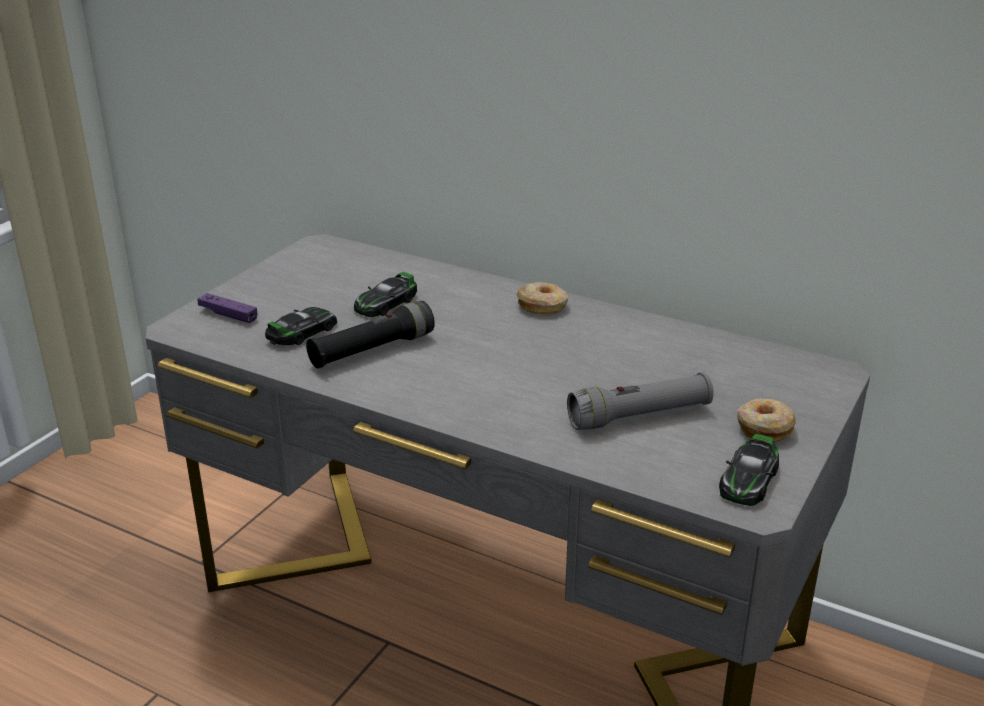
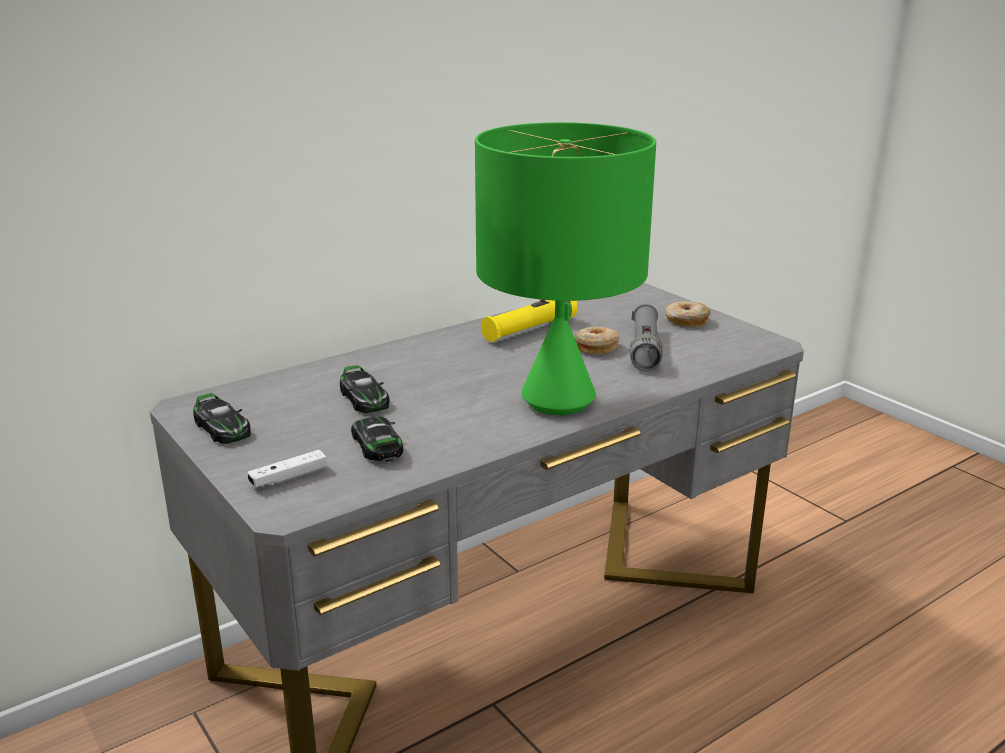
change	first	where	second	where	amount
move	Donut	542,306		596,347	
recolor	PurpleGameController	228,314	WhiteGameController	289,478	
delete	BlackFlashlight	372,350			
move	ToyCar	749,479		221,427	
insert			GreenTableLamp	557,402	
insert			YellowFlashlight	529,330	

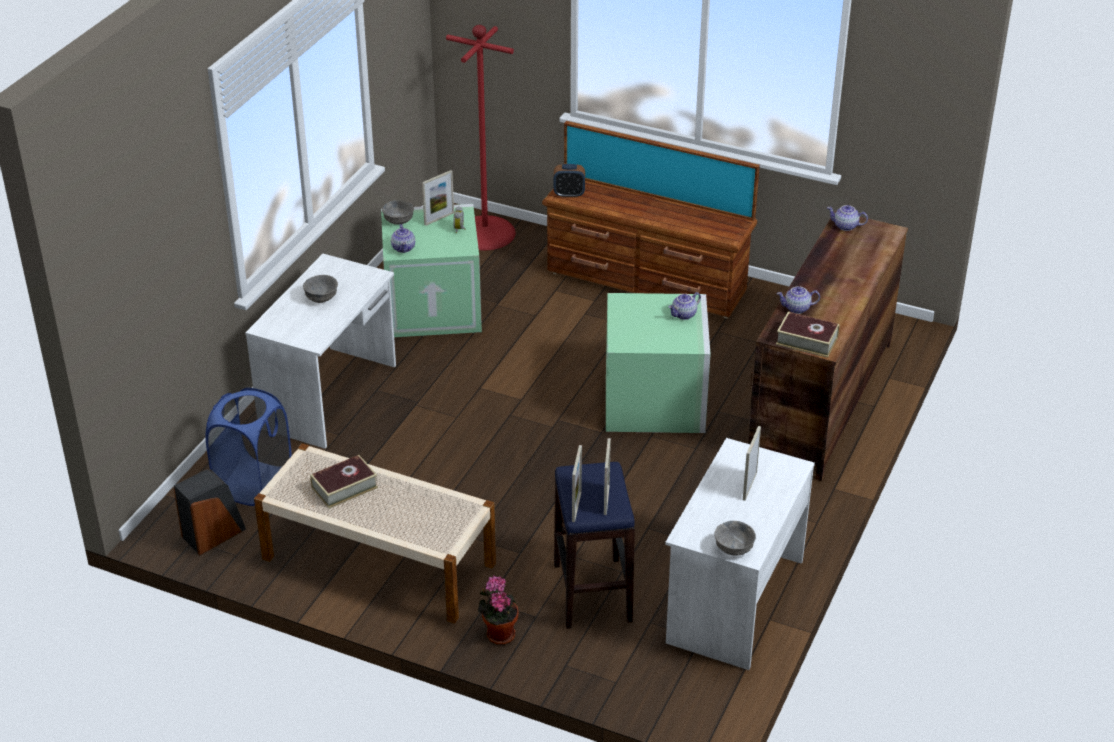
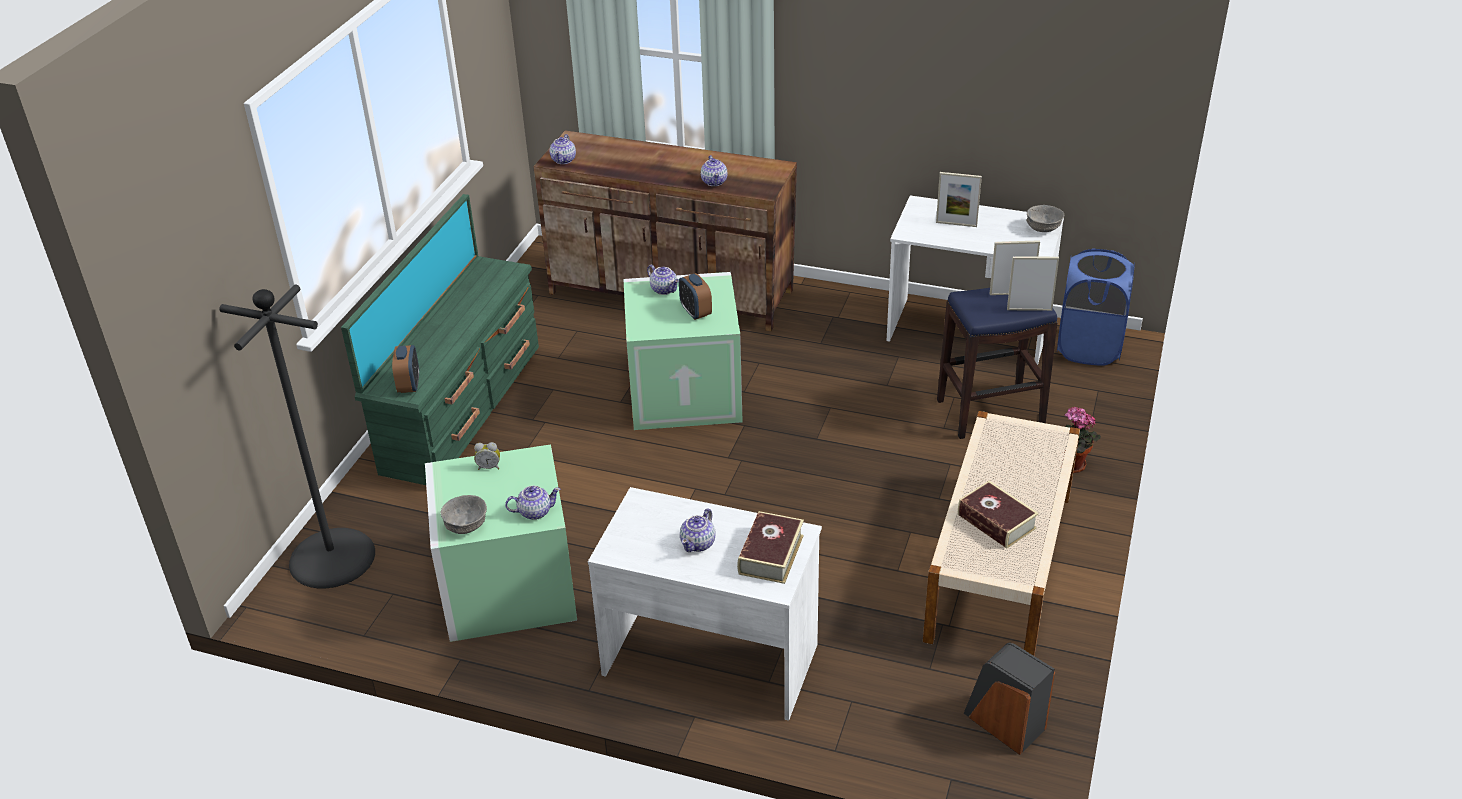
change	first	where	second	where	amount
recolor	RedClothesRack	485,233	BlackClothesRack	332,558	
recolor	BrownDresser	646,284	GreenDresser	465,411	
delete	PictureFrame	439,219			
replace	GreyBowl	321,298	Teapot	698,543	
move	Book	807,340		771,554	
move	BlueLaundryBasket	254,484		1089,348	
insert			AlarmClock	695,312	

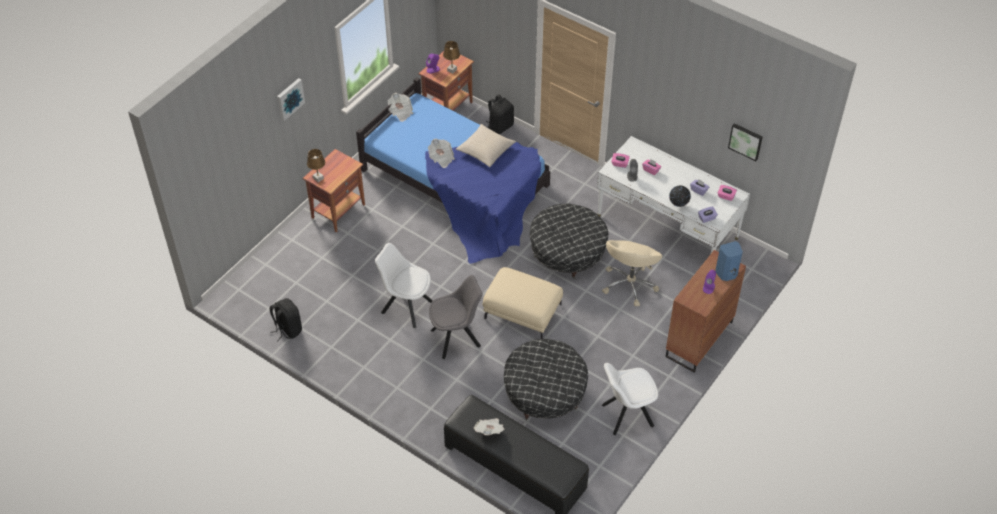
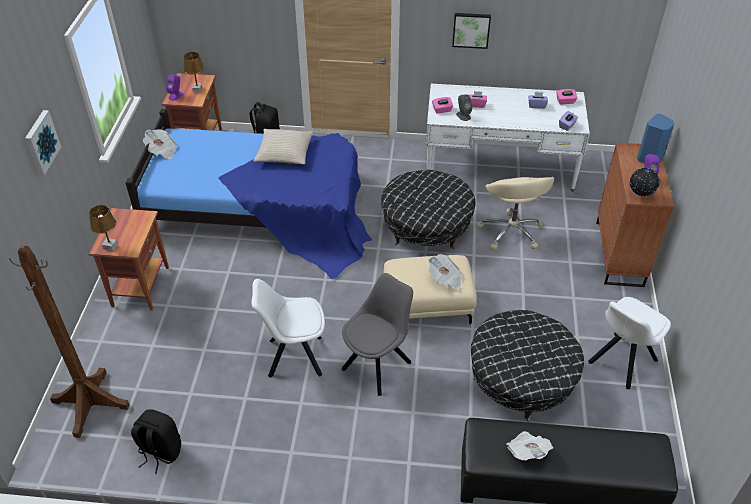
change	first	where	second	where	amount
move	Picture	746,141		471,29	
move	Newspaper	441,158		445,279	
move	Globe	678,205		640,196	
insert			BrownClothesRack	90,403	

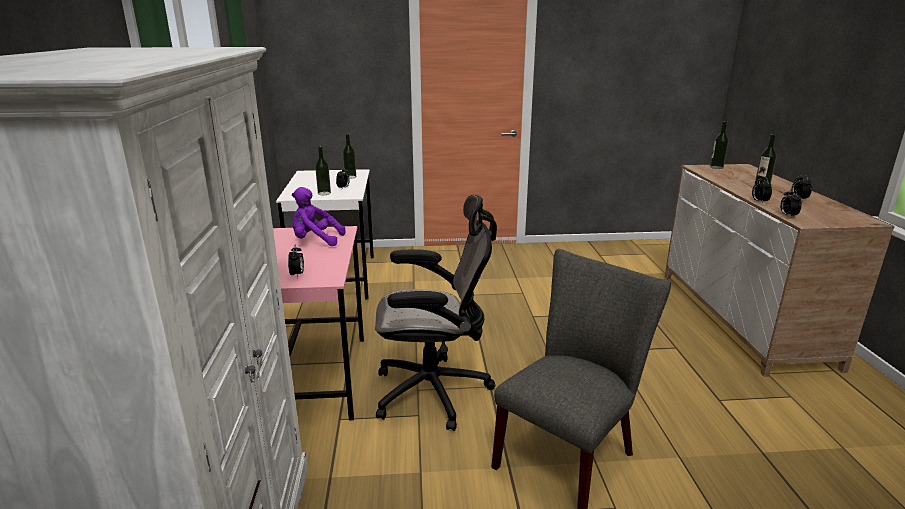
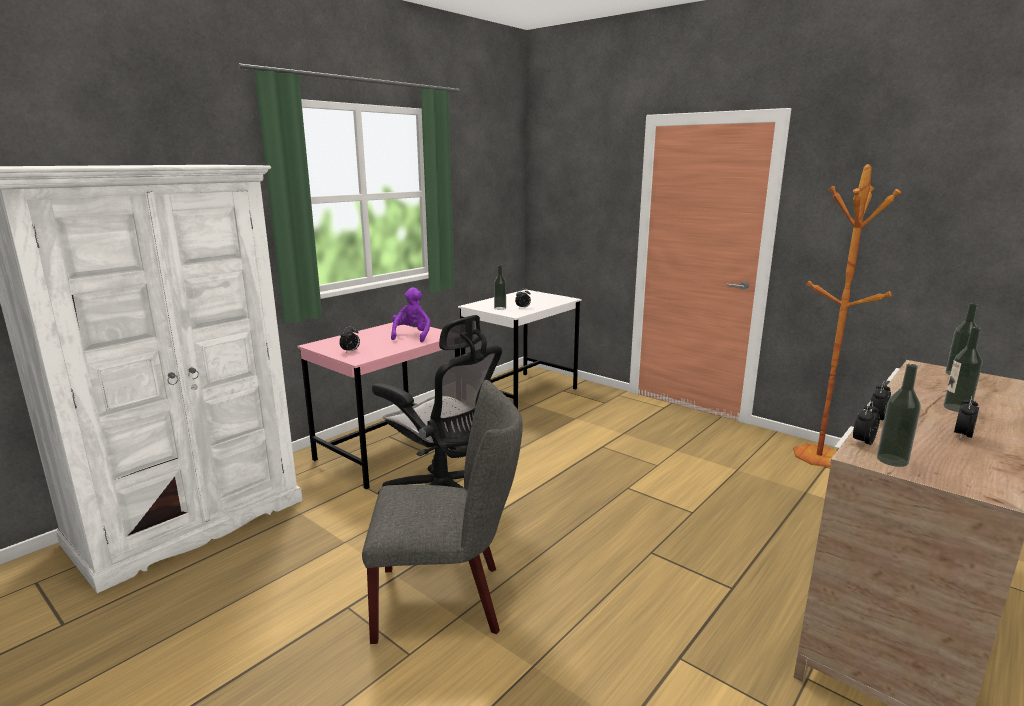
change	first	where	second	where	amount
move	Bottle	350,177		892,460	
rotate	PurplePlushToy	315,241		412,336	45 degrees clockwise
insert			OrangeClothesRack	819,456	

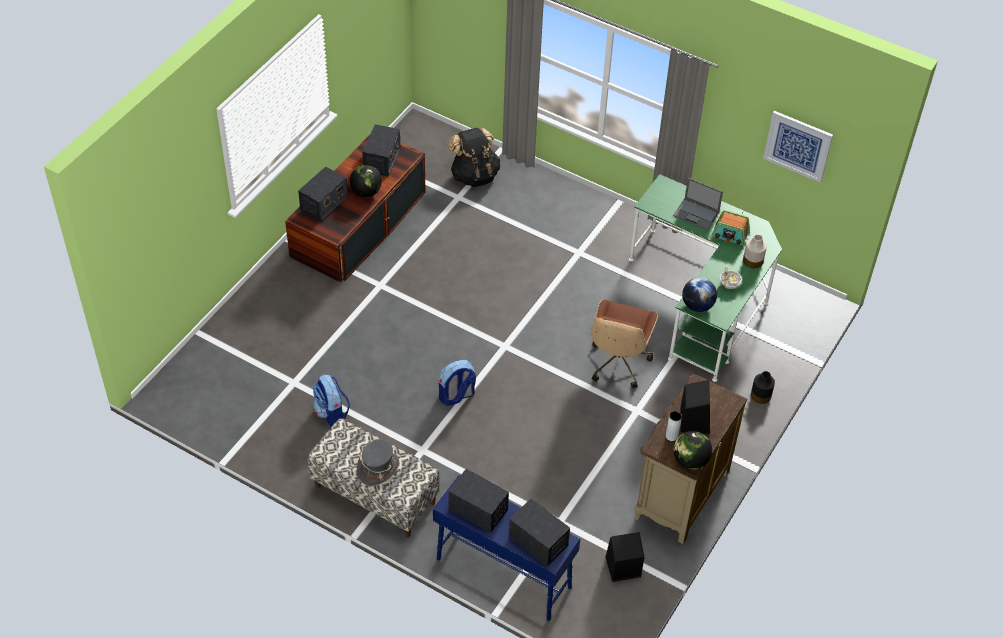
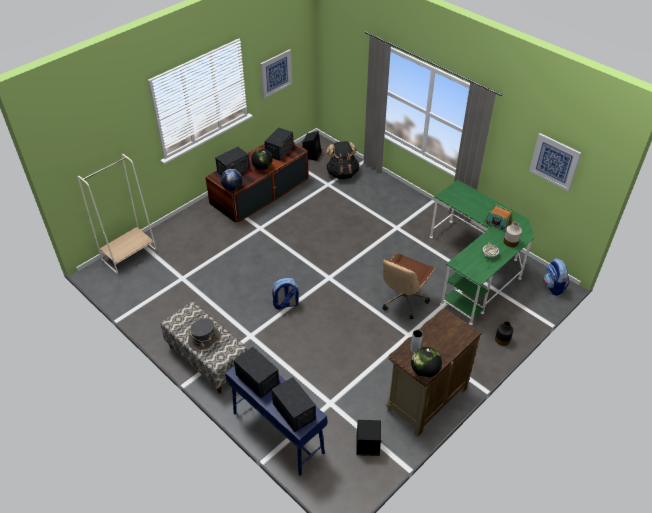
change	first	where	second	where	amount
delete	Laptop	696,214			
move	Globe	697,305		232,188	
move	Backpack	331,413		553,286	
move	BlackSpeaker	694,420		312,154	
insert			Picture	276,73	
insert			ClothesRack	129,255	

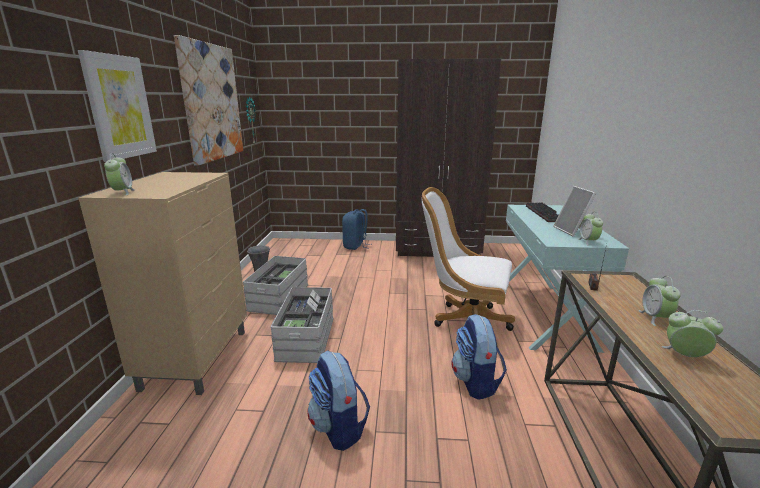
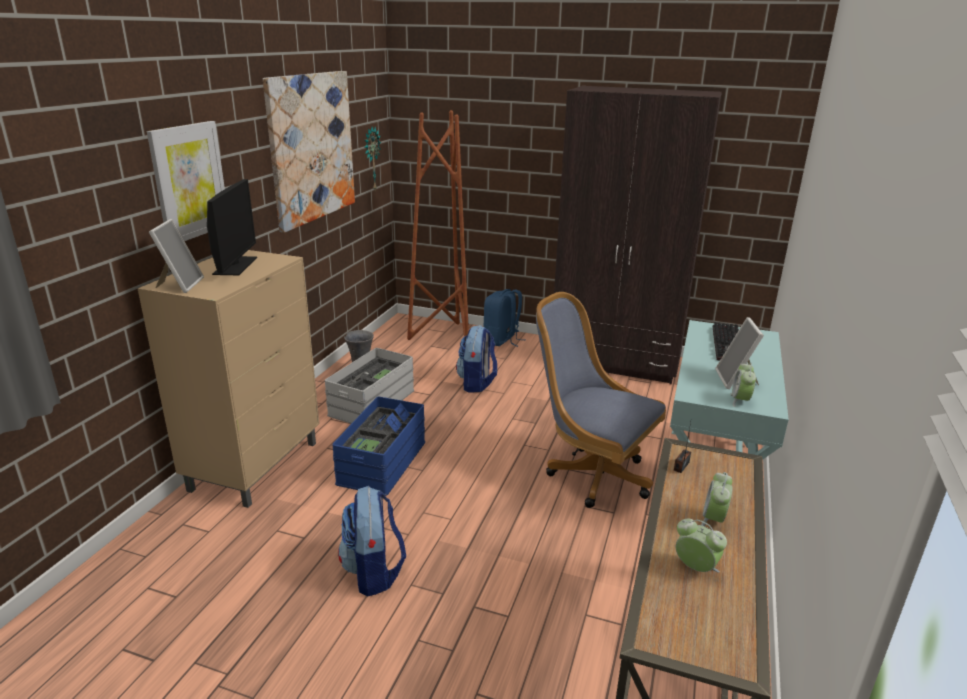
change	first	where	second	where	amount
replace	AlarmClock	122,192	PictureFrame	179,285	
recolor	WhiteOfficeChair	464,320	BlueOfficeChair	591,474	
recolor	GreyStorageBox	305,337	BlueStorageBox	381,461	
move	Backpack	476,382		477,383	
insert			BrownClothesRack	445,337	
insert			Monitor	235,265	

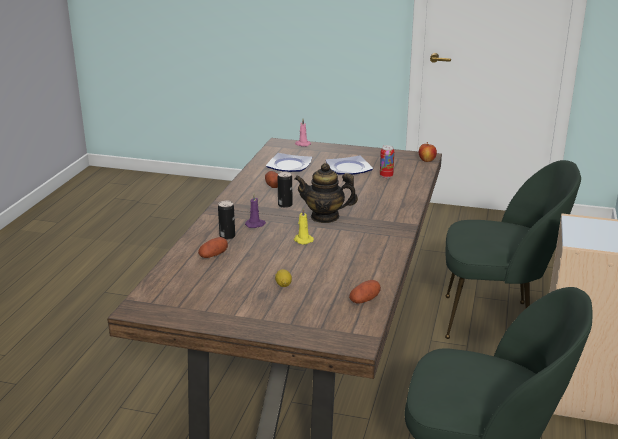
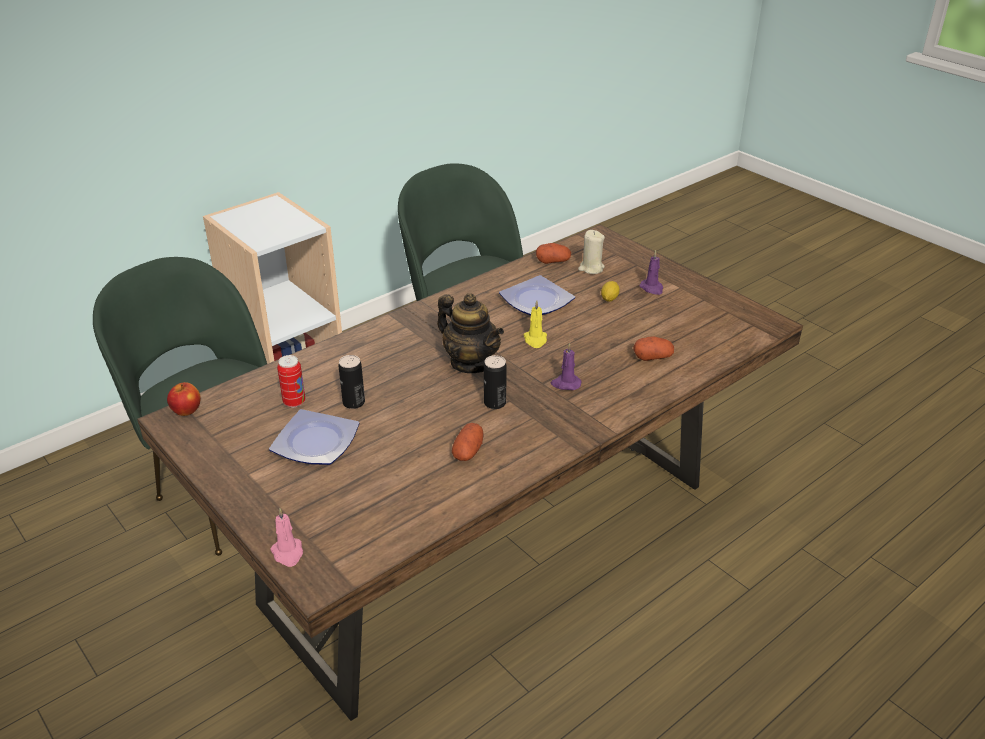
change	first	where	second	where	amount
move	Plate	289,166		536,300	
move	Can	227,236		353,402	
insert			BeigeCandle	591,268	
insert			PurpleCandle	652,288	

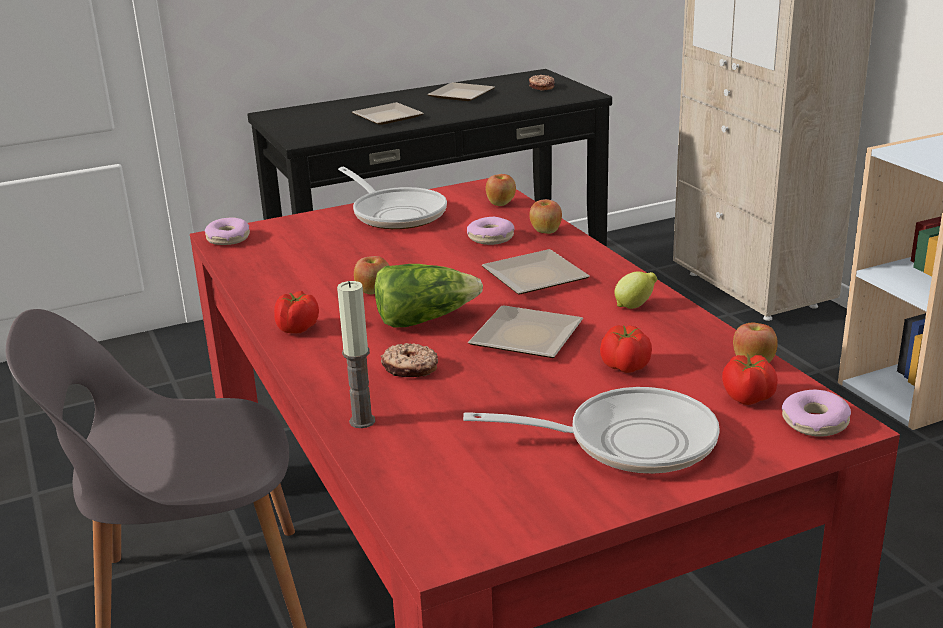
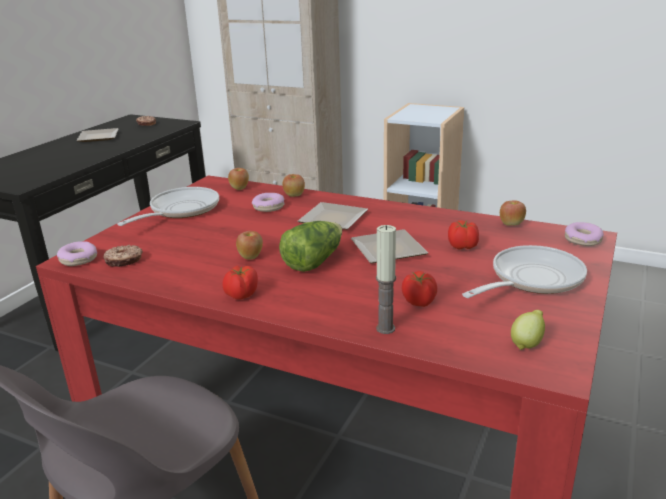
change	first	where	second	where	amount
delete	Plate	390,117			
rotate	FryingPan	396,213		180,210	75 degrees counterclockwise
move	Lemon	635,306		527,343	
move	Donut	410,369		124,261	
move	Tomato	748,398		419,302	

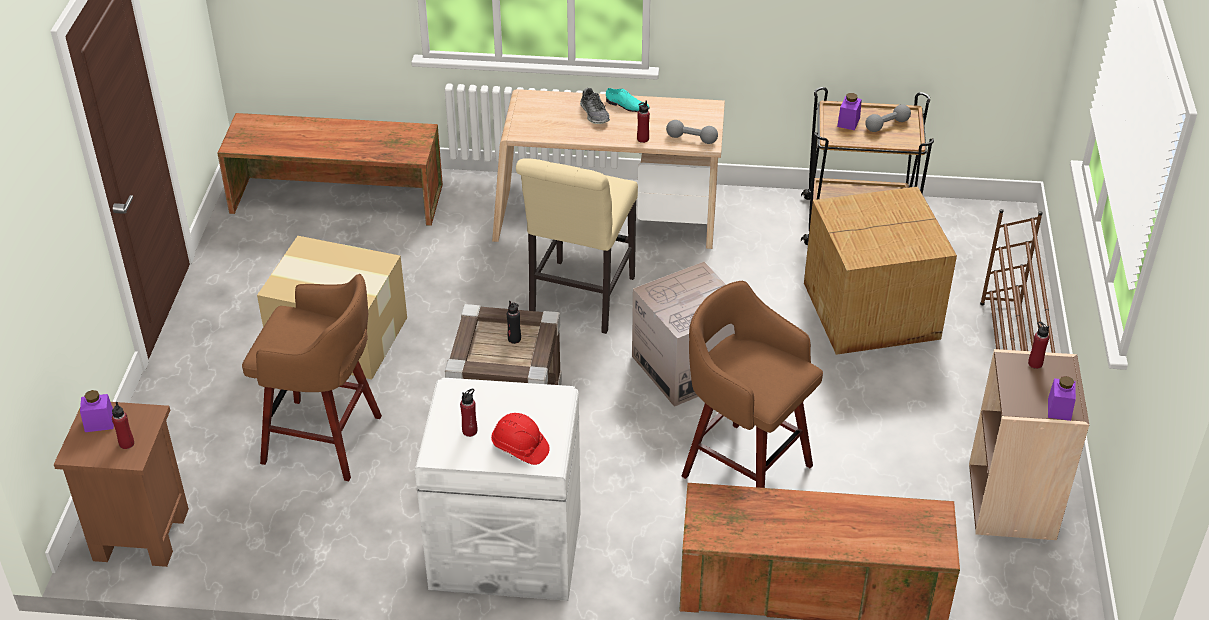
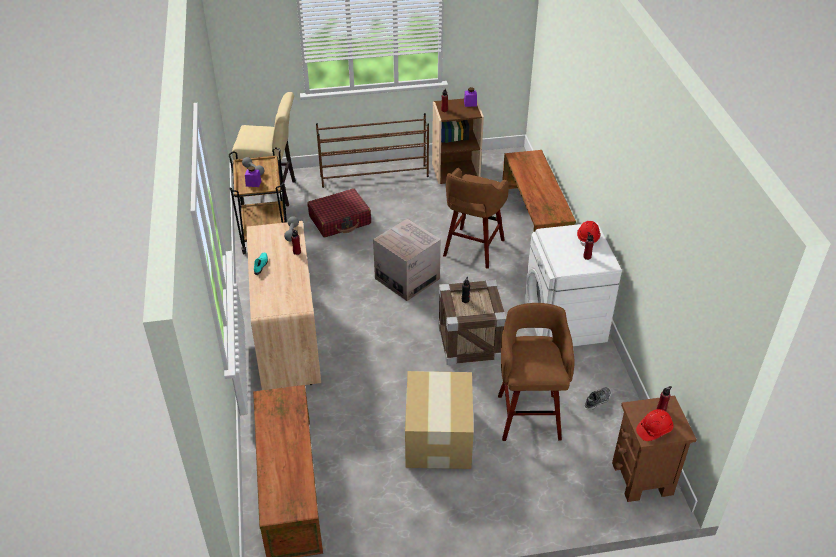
change	first	where	second	where	amount
move	Shoe	595,114		597,401	
move	BeigeStool	578,301		272,193	
replace	CardboardBox	873,311	RedSuitcase	340,220	
replace	PurpleJar	99,422	RedHardHat	654,430	

